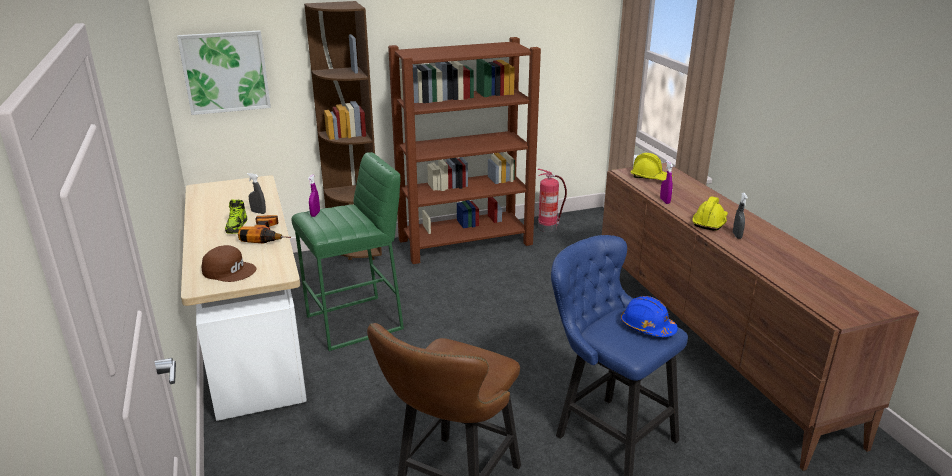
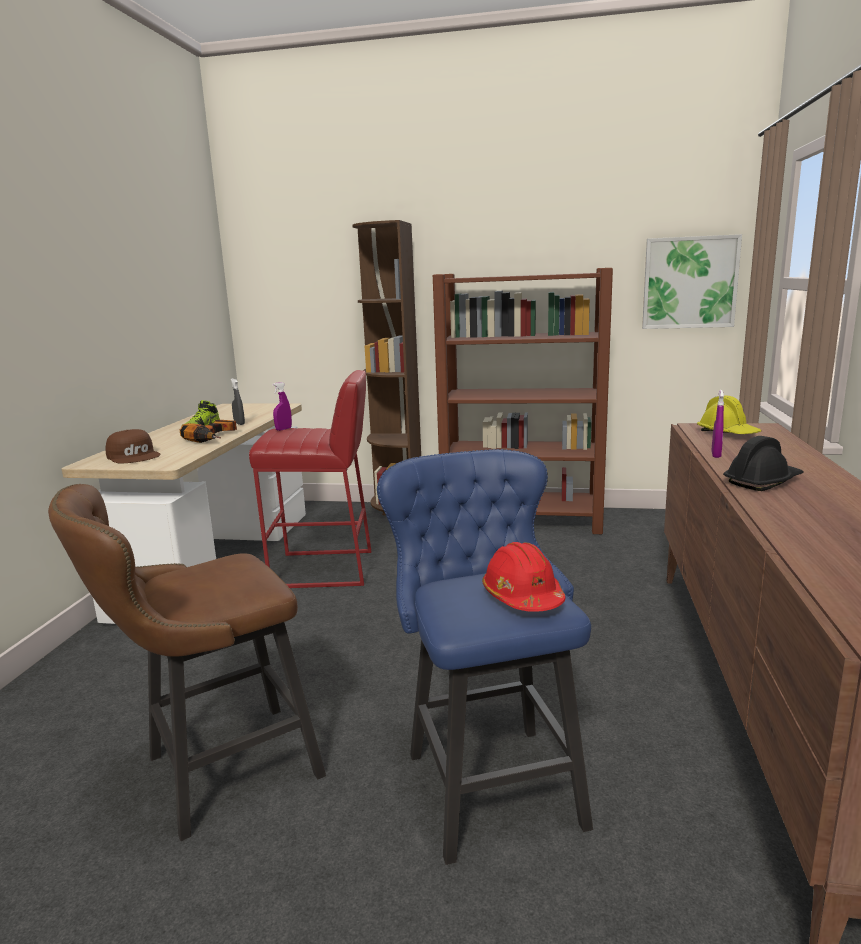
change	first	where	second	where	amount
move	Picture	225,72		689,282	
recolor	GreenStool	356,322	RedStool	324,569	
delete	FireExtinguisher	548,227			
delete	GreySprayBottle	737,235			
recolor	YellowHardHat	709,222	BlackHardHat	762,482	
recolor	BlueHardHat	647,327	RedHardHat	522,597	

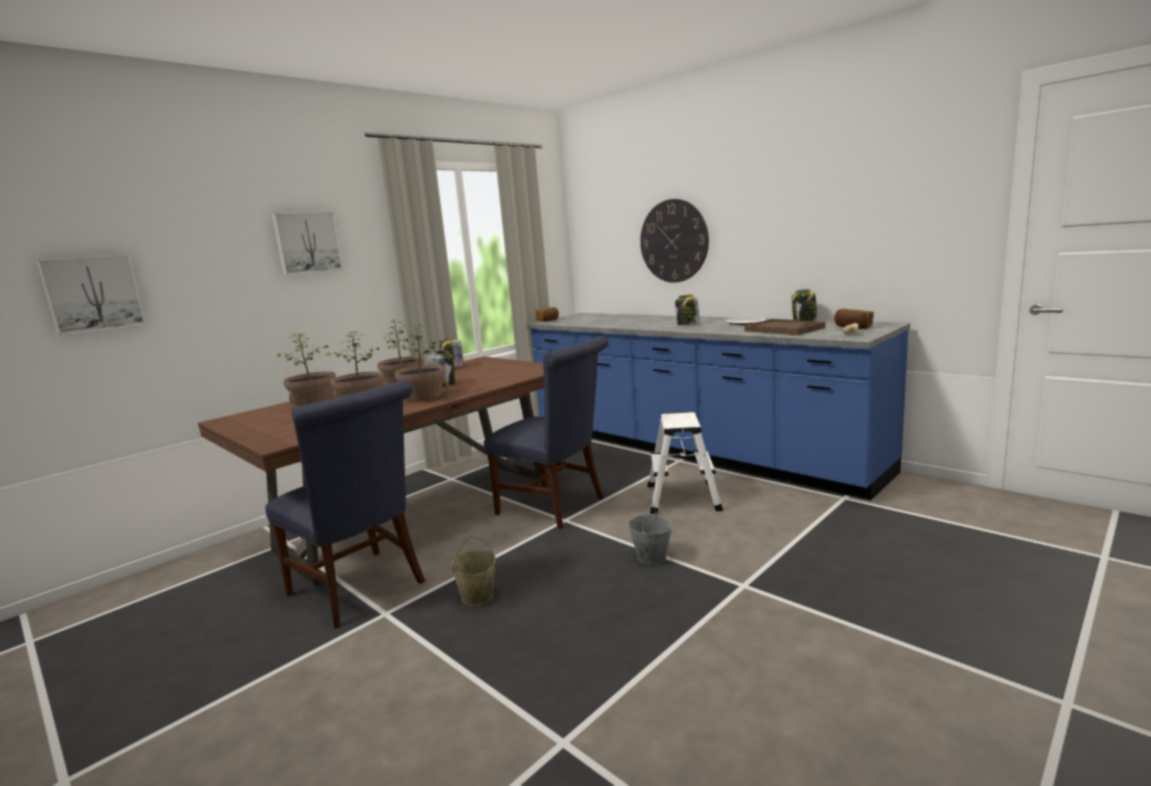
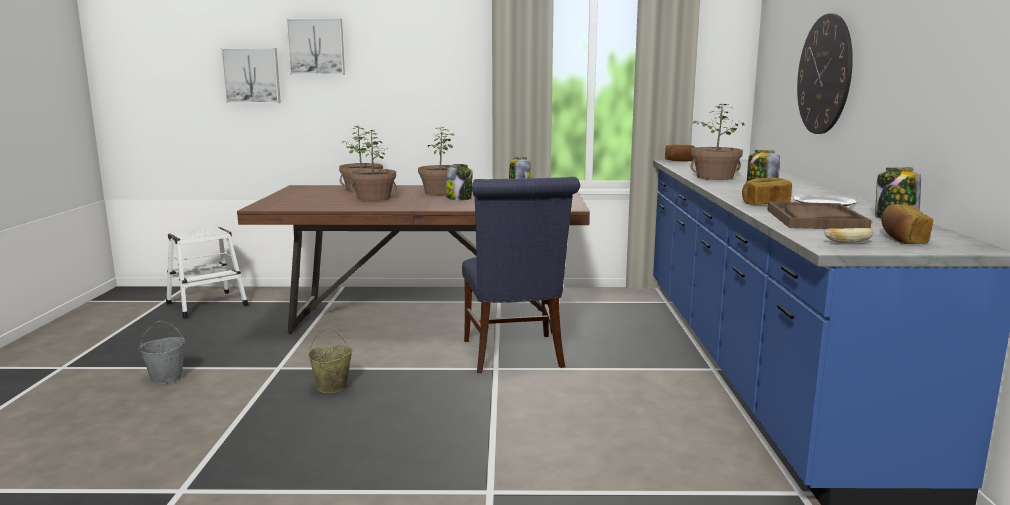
change	first	where	second	where	amount
move	Picture	307,243		316,47	
move	PottedPlant	423,397		714,177	
delete	BlueChair	362,590			
move	WhiteStepLadder	683,497		207,304	
move	GreyBucket	651,557		167,378	
insert			Bread	765,203	

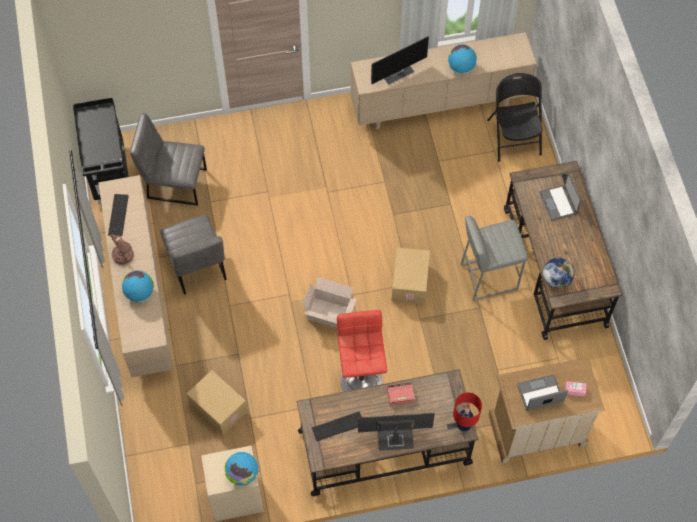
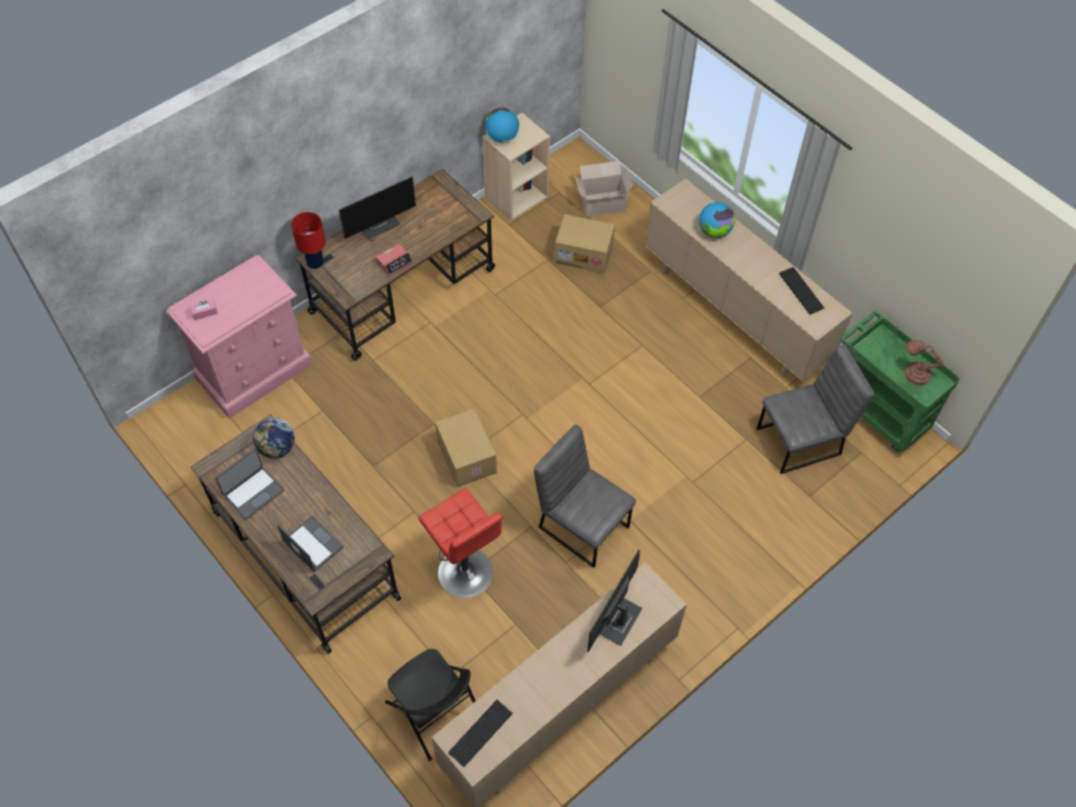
change	first	where	second	where	amount
delete	Globe	461,67			
recolor	BlackCart	110,177	GreenCart	874,413	
move	GreyChair	197,266		582,525	
delete	GreyStool	488,277			
move	BrownTableLamp	124,256		915,374	
move	CardboardBox	329,314		601,203	
move	RedStool	361,380		465,573	
recolor	BrownDresser	536,430	PinkDresser	254,371	
move	Laptop	540,394		253,492	
move	Keyboard	338,427		480,731	

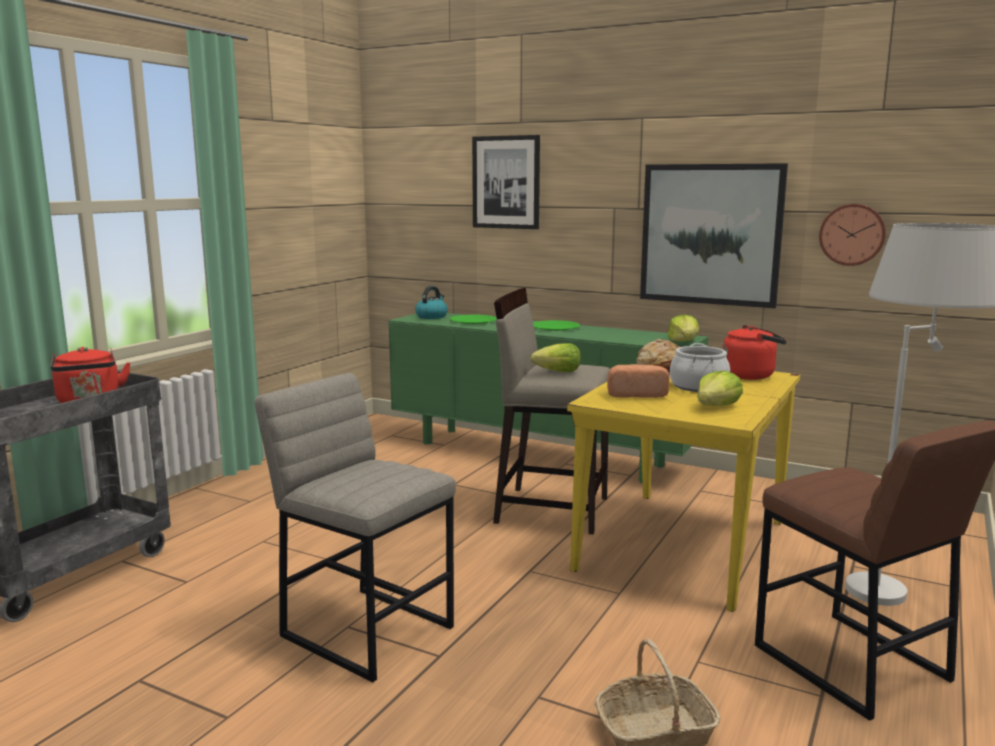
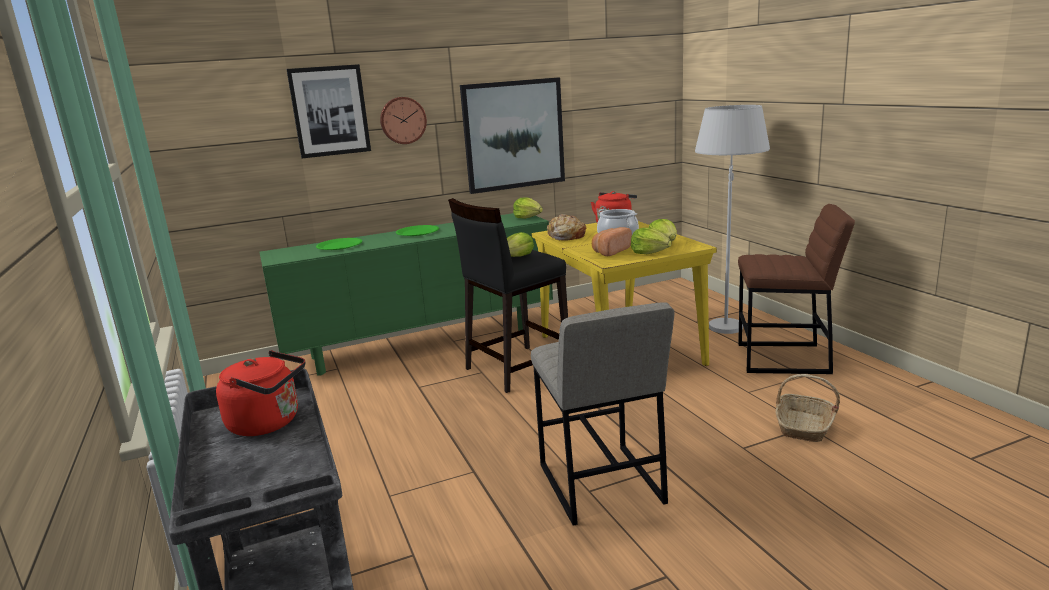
change	first	where	second	where	amount
move	WallClock	852,234		402,120	
delete	Kettle	432,316			
recolor	BeigeStool	550,509	BlackStool	516,368	
rotate	GreyChair	364,630		602,485	90 degrees counterclockwise
insert			Lettuce	649,252	

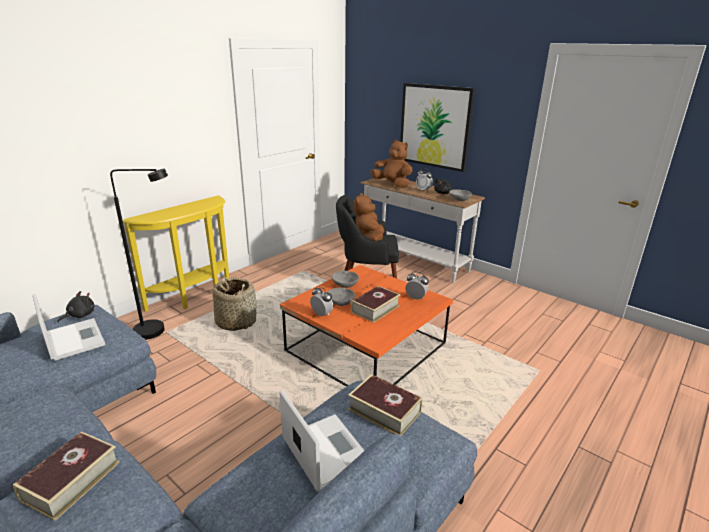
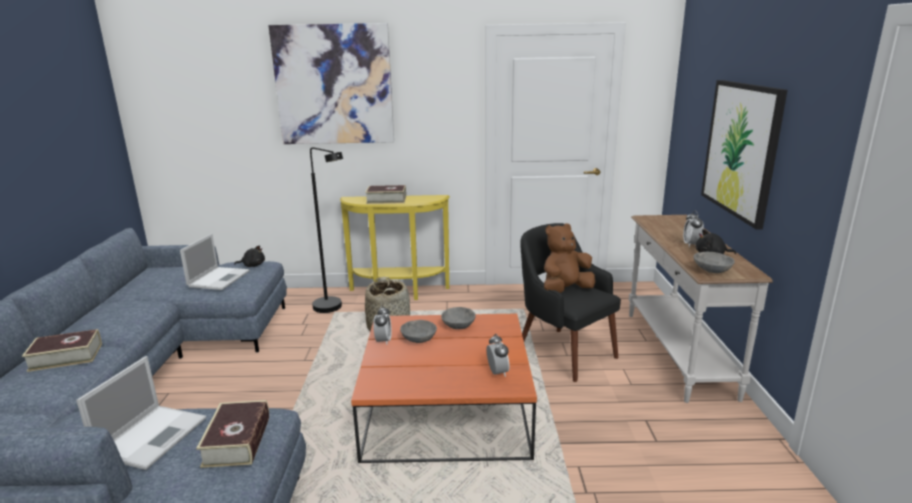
change	first	where	second	where	amount
delete	BrownPlushToy	392,184			
move	Book	375,309		386,200	
insert			Picture	334,85	

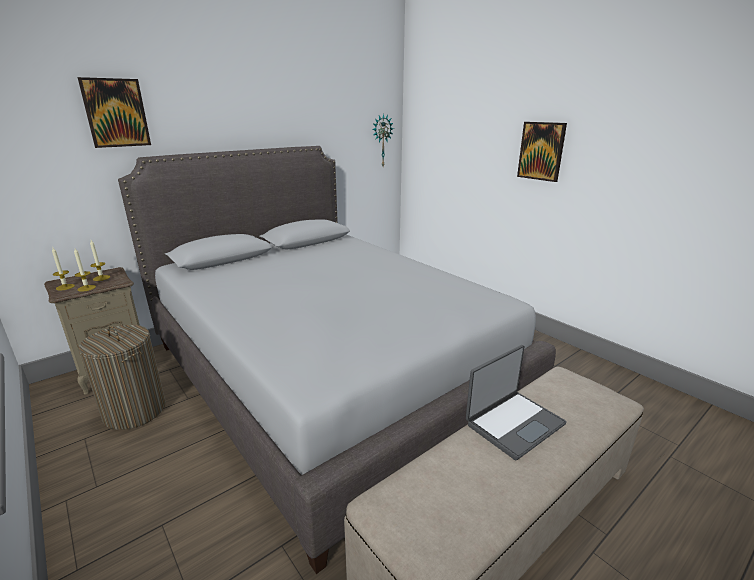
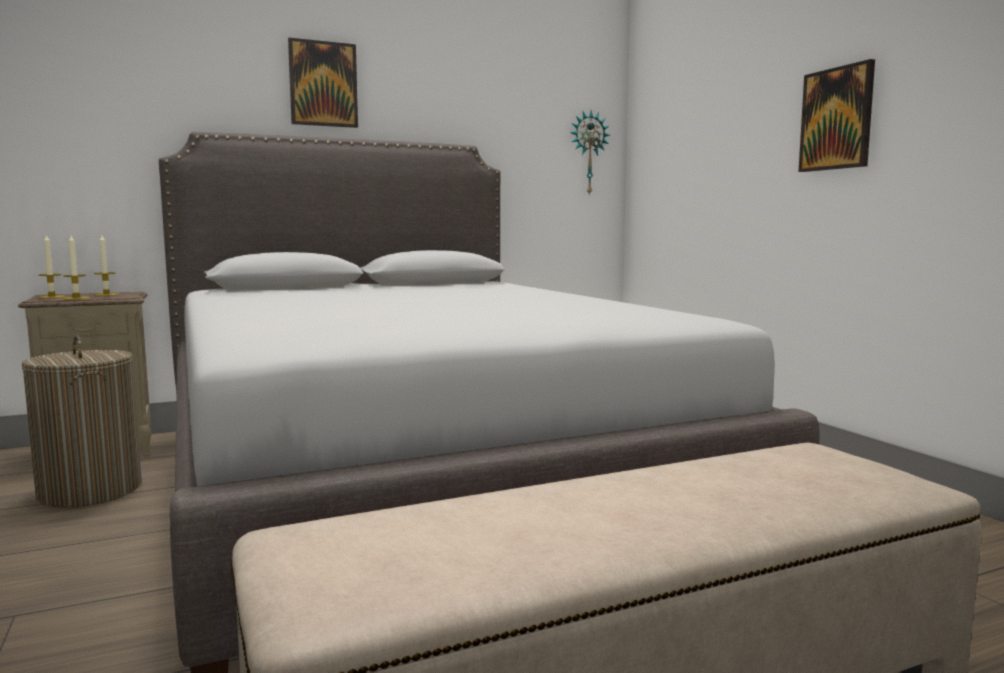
change	first	where	second	where	amount
move	Picture	116,113		323,84	
delete	Laptop	513,423			

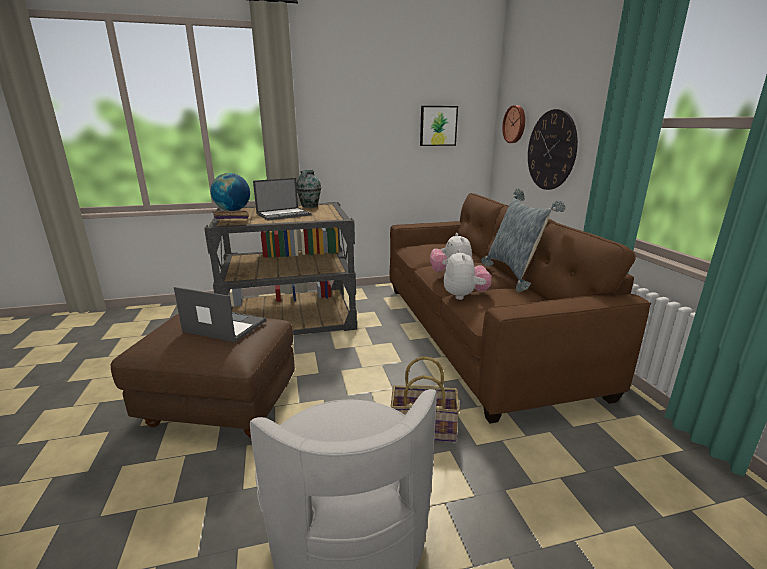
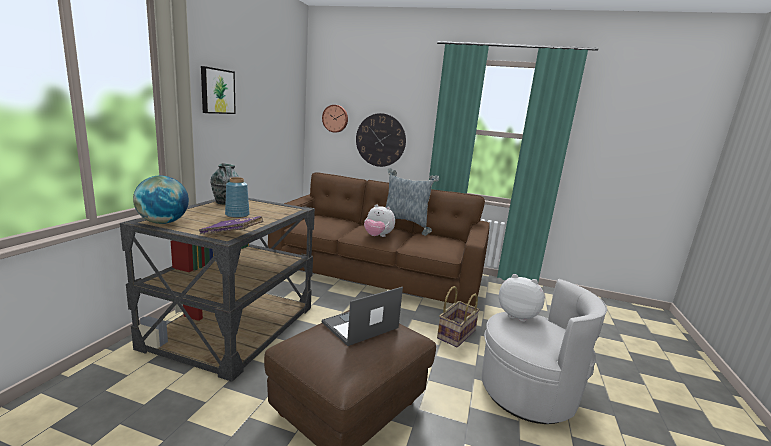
change	first	where	second	where	amount
move	Picture	438,126		217,91	
replace	Laptop	284,214	BlueVase	237,215	
move	PlushToy	464,296		518,315	

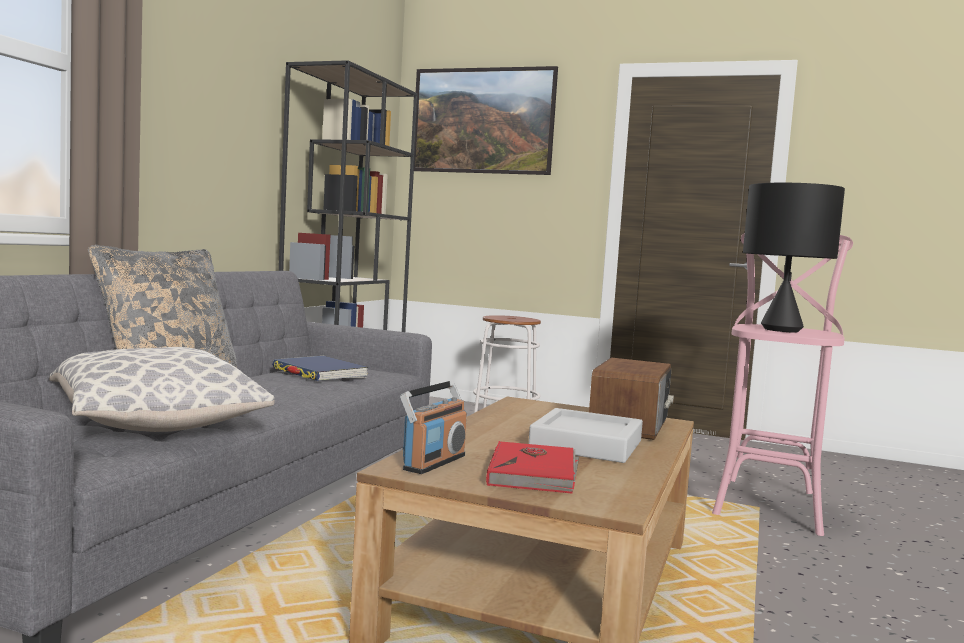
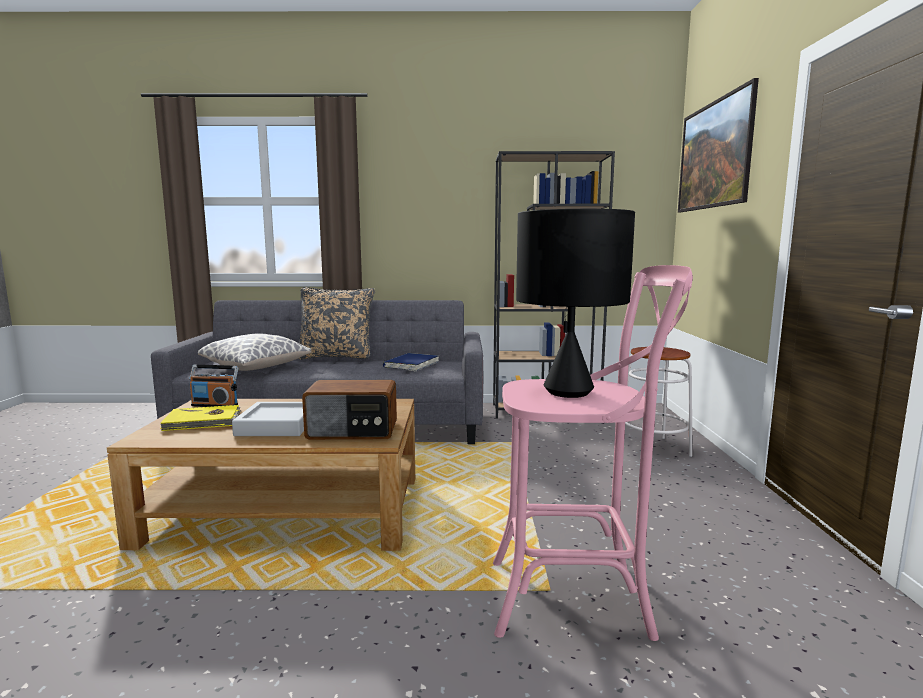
change	first	where	second	where	amount
recolor	RedBook	534,472	YellowBook	202,421	

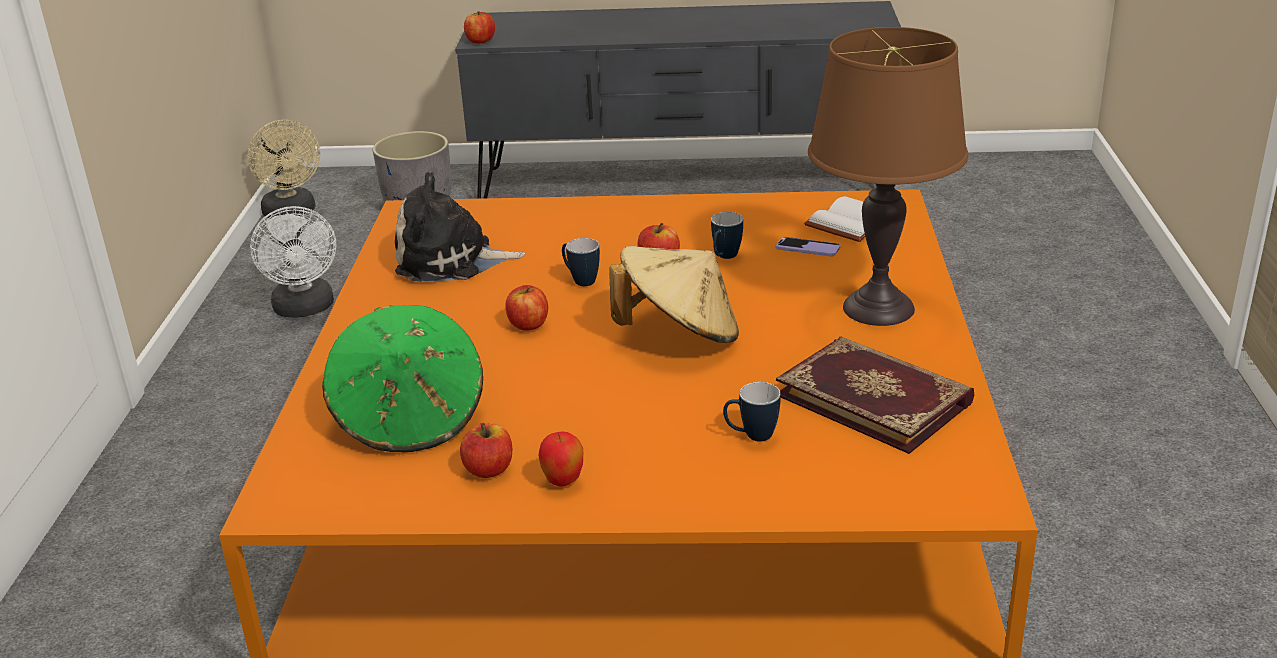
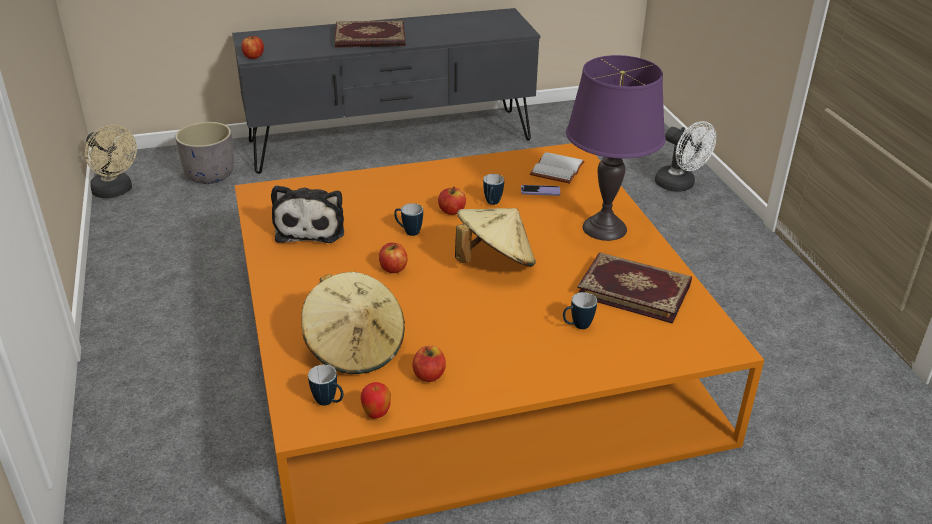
change	first	where	second	where	amount
recolor	BrownTableLamp	879,308	PurpleTableLamp	604,228	
rotate	PlushToy	451,260		311,227	75 degrees counterclockwise
move	WhiteFan	305,309		679,185	
recolor	GreenHat	410,418	BeigeHat	355,348	
move	Apple	563,482		376,414	
insert			Book	370,38	
insert			Mug	329,402	

